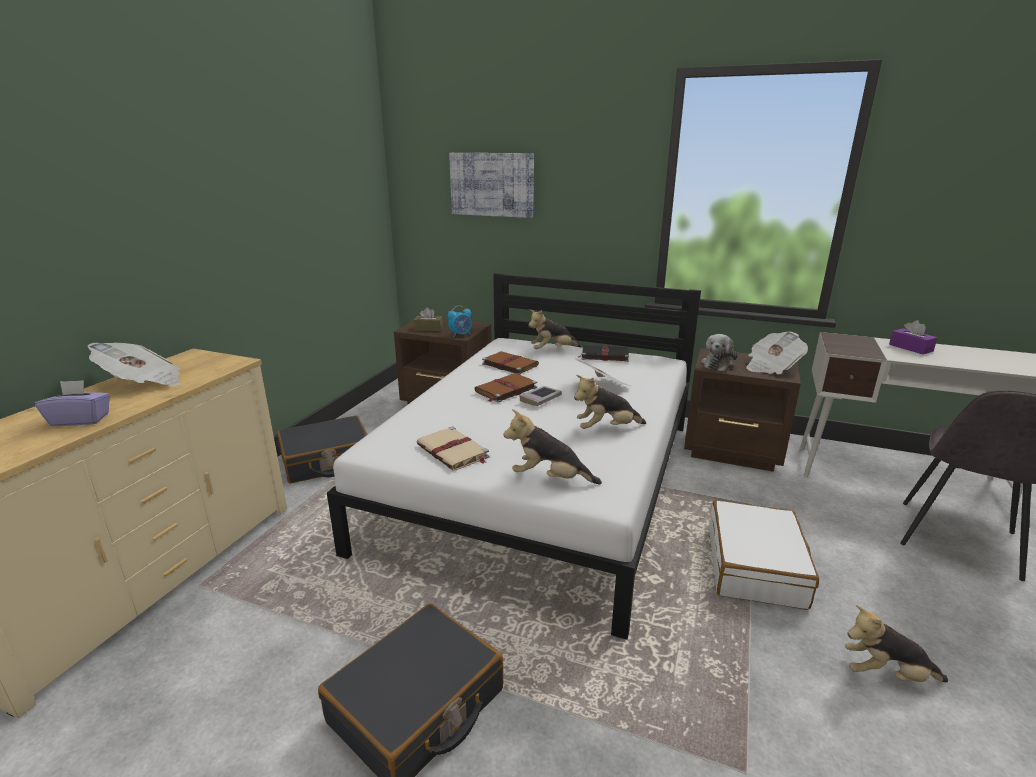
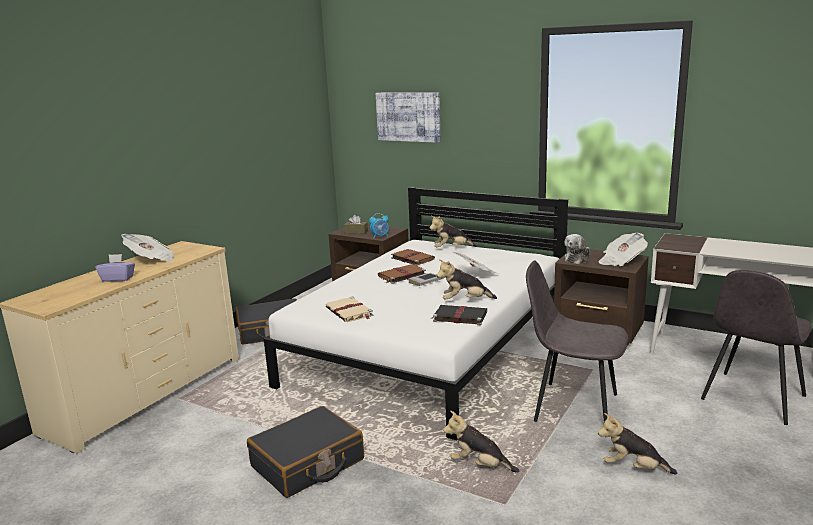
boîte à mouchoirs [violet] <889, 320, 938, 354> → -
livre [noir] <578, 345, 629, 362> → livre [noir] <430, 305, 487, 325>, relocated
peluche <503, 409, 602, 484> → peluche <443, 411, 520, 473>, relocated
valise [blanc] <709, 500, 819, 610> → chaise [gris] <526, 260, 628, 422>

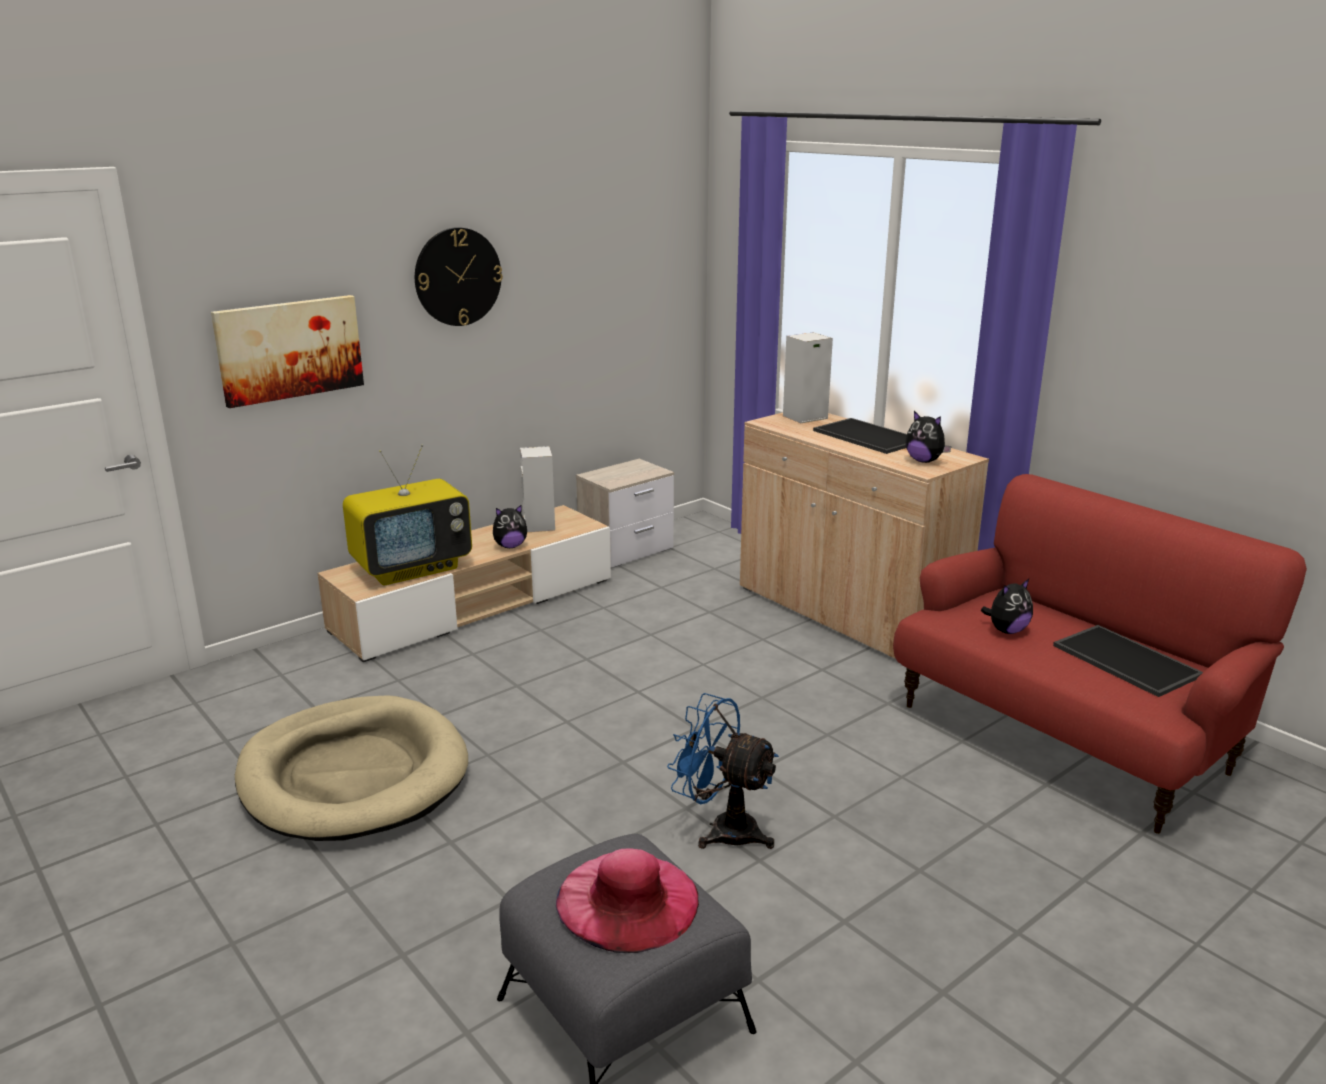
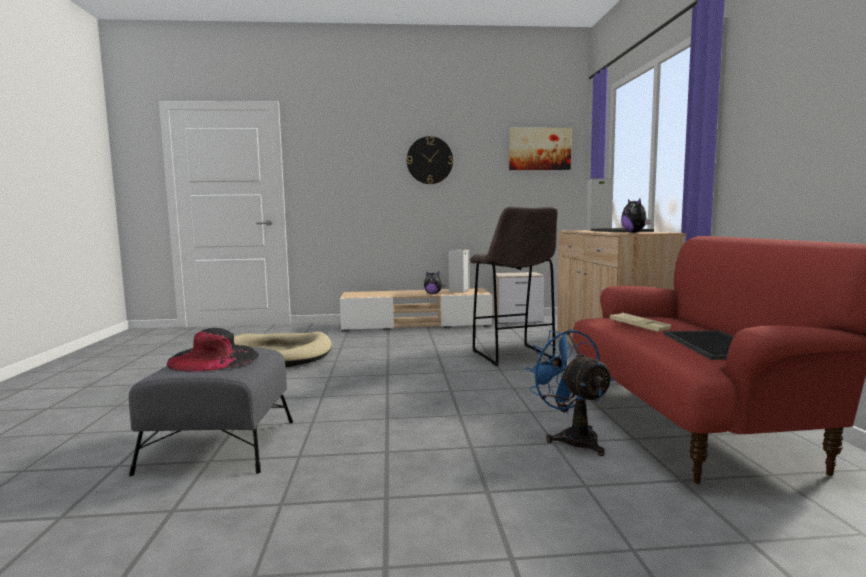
tableau <211, 295, 364, 408> → tableau <509, 128, 571, 170>, relocated
téléviseur <343, 444, 472, 586> → -
peluche <981, 579, 1033, 634> → plateau [beige] <610, 312, 671, 332>
ventilateur [bleu] <667, 693, 779, 849> → ventilateur [bleu] <525, 329, 614, 456>, relocated
chapeau [rose] <556, 848, 699, 953> → chapeau [noir] <167, 328, 259, 372>
- → tabouret [gris] <470, 206, 558, 366>

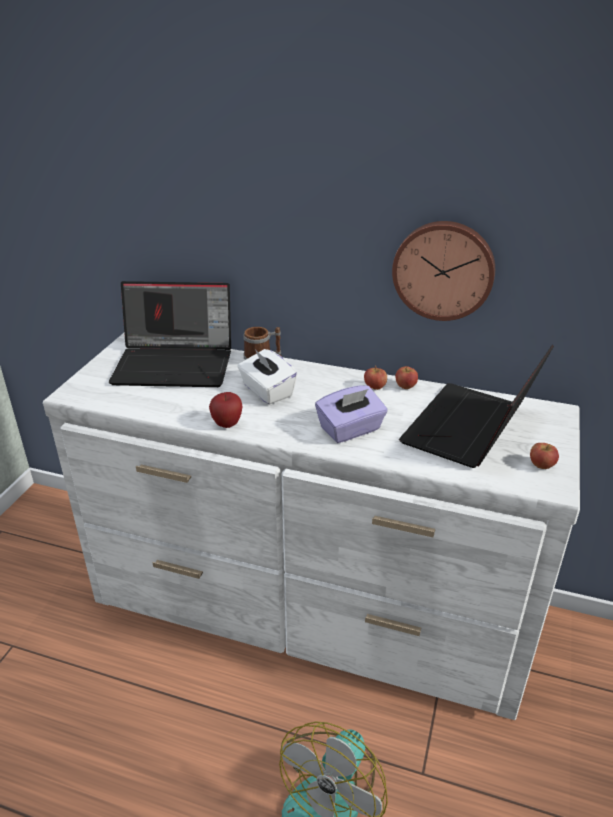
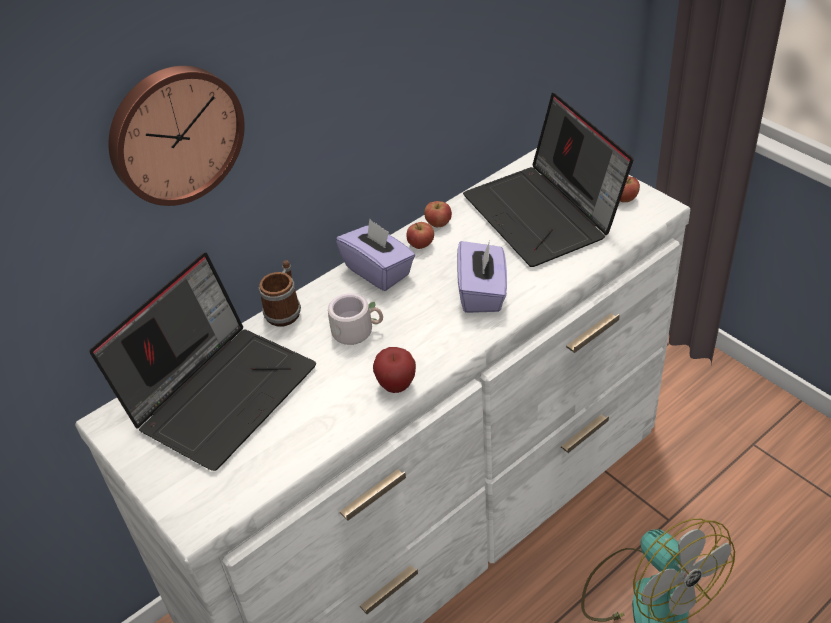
horloge murale <392, 221, 495, 321> → horloge murale <108, 66, 245, 206>, relocated
boîte à mouchoirs [blanc] <237, 349, 297, 405> → mug [gris] <328, 293, 383, 345>
- → boîte à mouchoirs [violet] <336, 218, 415, 291>

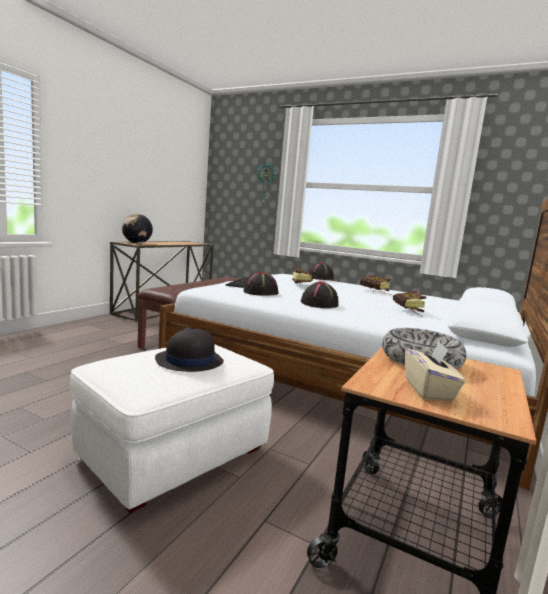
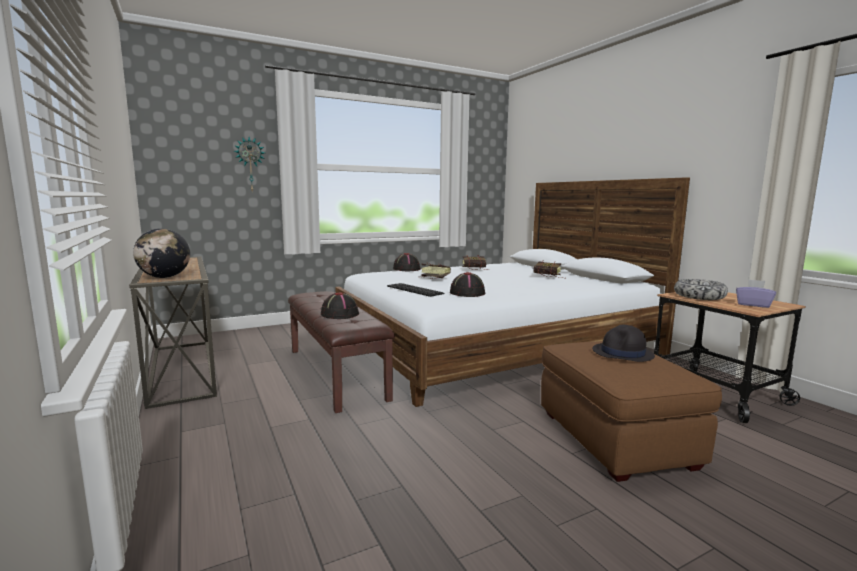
chapeau [noir] <301, 281, 339, 308> → chapeau [noir] <321, 292, 359, 319>, relocated
boîte à mouchoirs [beige] <405, 342, 466, 401> → boîte à mouchoirs [violet] <736, 279, 776, 308>
pouf [blanc] <70, 344, 274, 513> → pouf [marron] <541, 341, 722, 482>

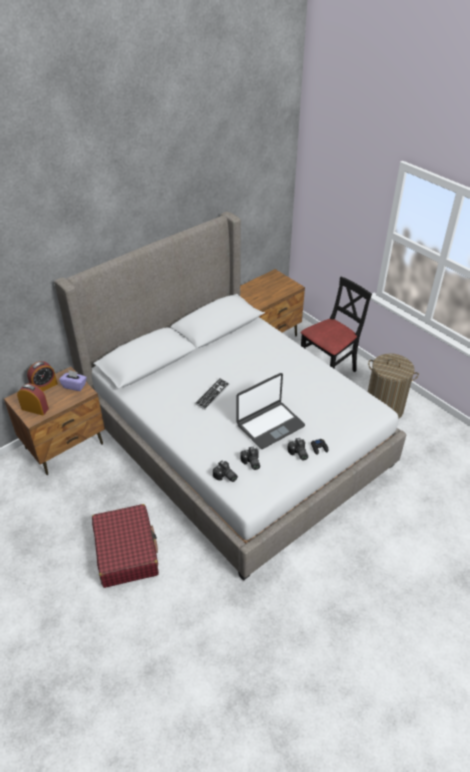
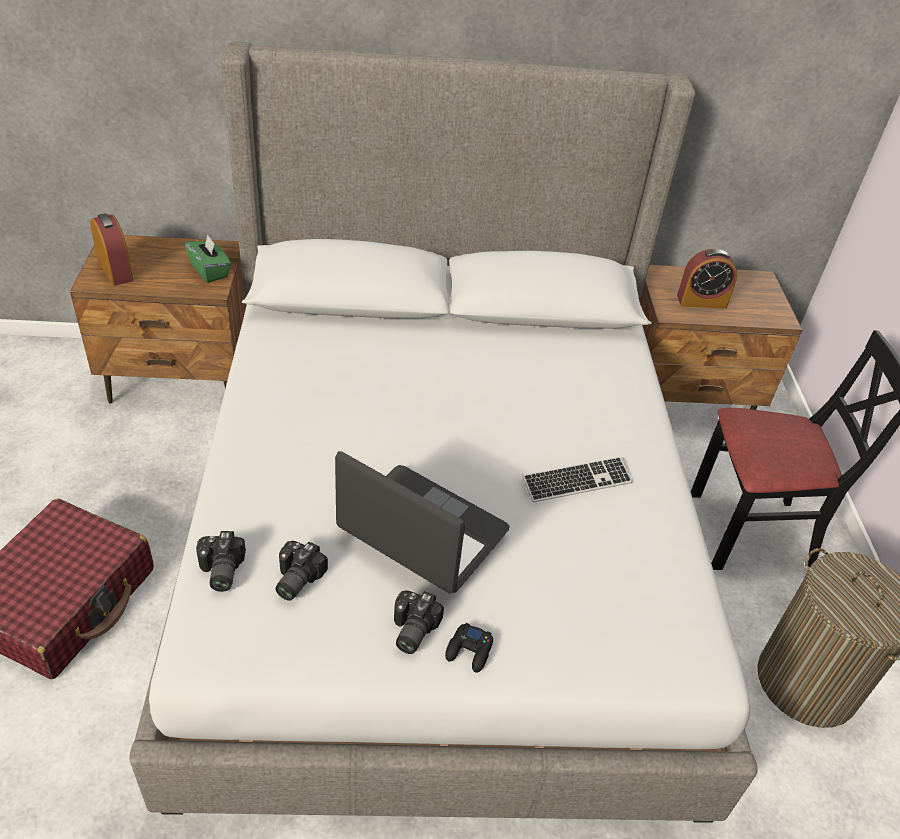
réveil <27, 361, 58, 391> → réveil <677, 249, 737, 309>, relocated
boîte à mouchoirs [violet] <59, 370, 87, 391> → boîte à mouchoirs [vert] <185, 234, 231, 283>
ordinateur portable <236, 373, 305, 449> → ordinateur portable <335, 451, 510, 594>, 150 degrees counterclockwise
clavier <195, 378, 230, 410> → clavier <522, 456, 633, 503>, relocated

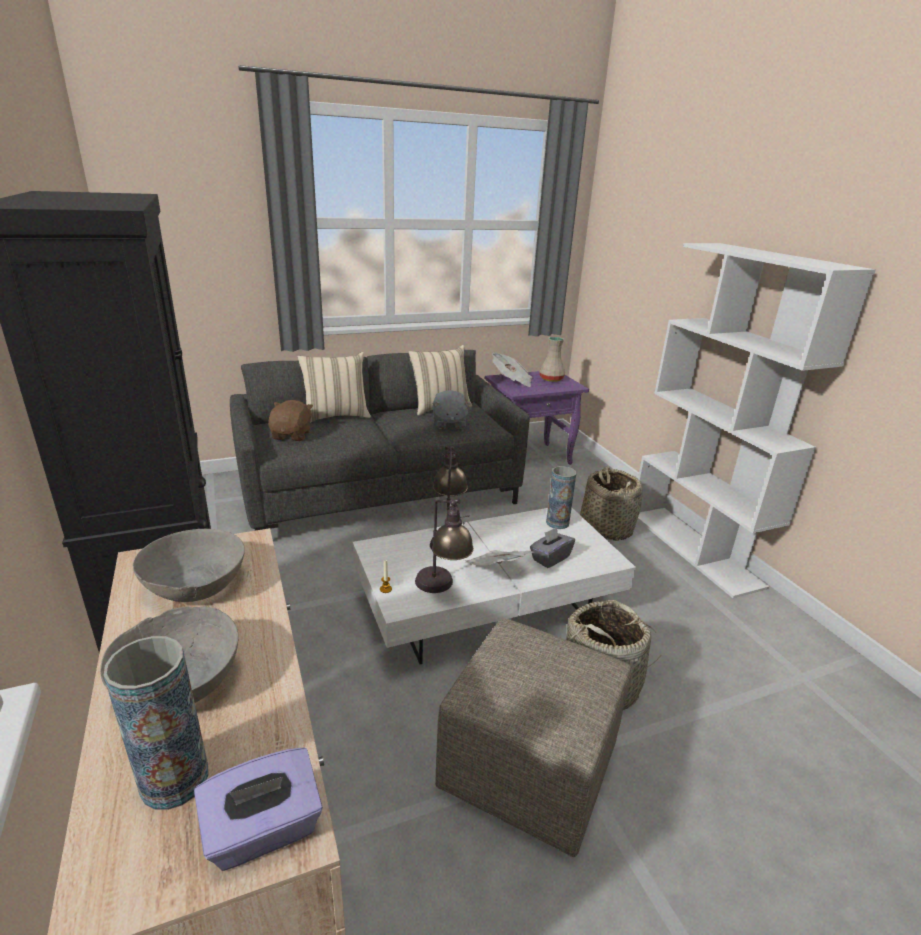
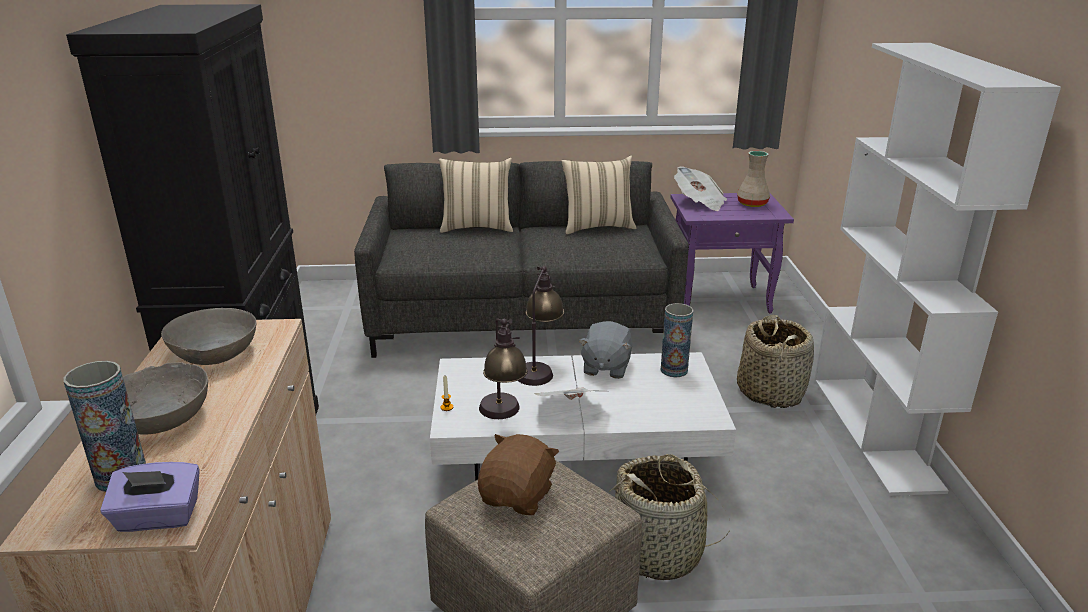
peluche [gris] <433, 390, 470, 429> → peluche [gris] <579, 321, 632, 379>, relocated
peluche [marron] <268, 400, 313, 441> → peluche [marron] <478, 434, 559, 515>, relocated
boîte à mouchoirs [gris] <530, 527, 575, 568> → -

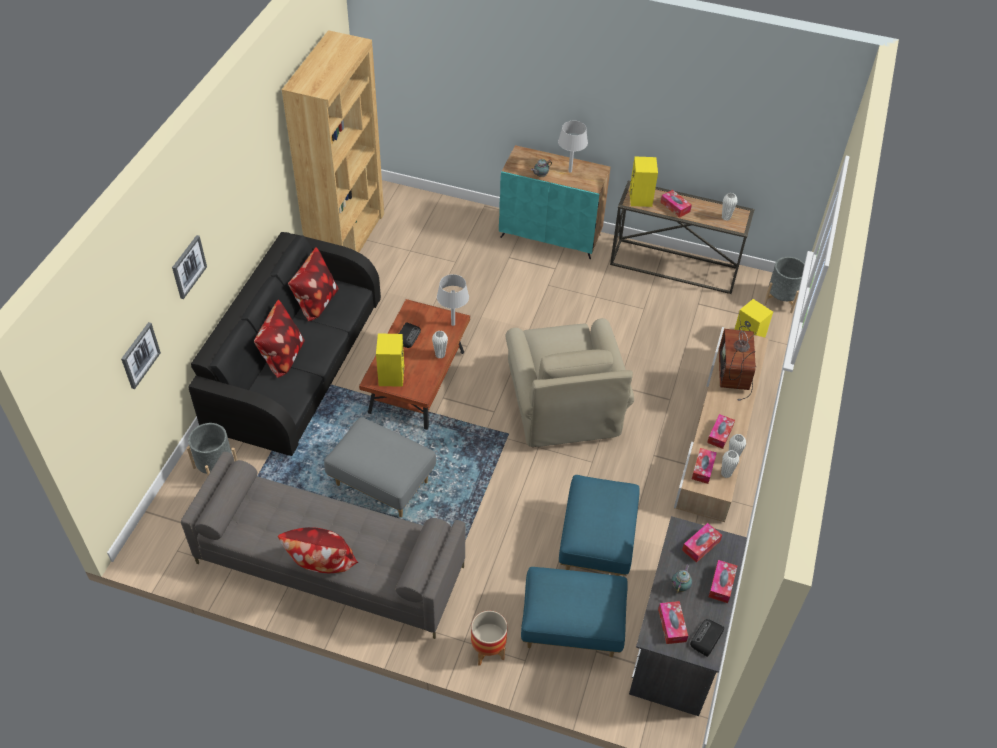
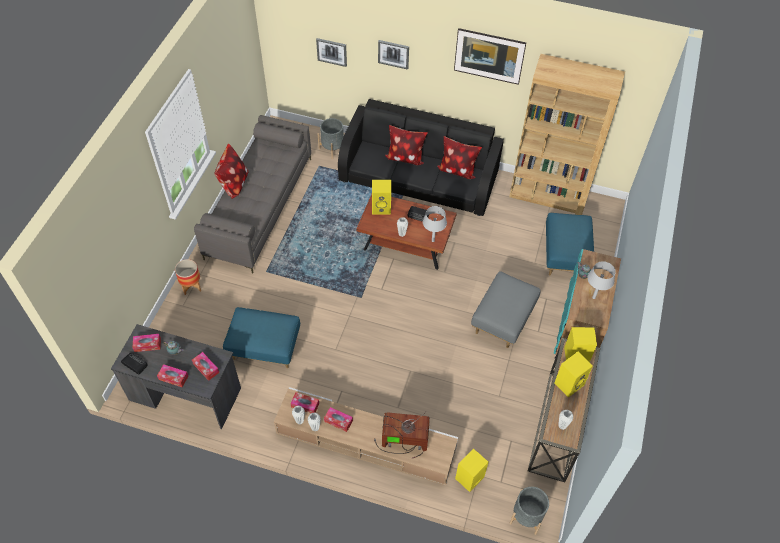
boîte à mouchoirs <660, 190, 692, 218> → enceinte [jaune] <554, 352, 593, 397>
fauteuil [beige] <506, 318, 634, 447> → -
pouf [gris] <324, 417, 436, 517> → pouf [gris] <471, 271, 541, 348>, relocated
pouf [bleu] <521, 567, 628, 657> → pouf [bleu] <546, 213, 594, 276>, relocated
- → tableau <454, 28, 526, 85>

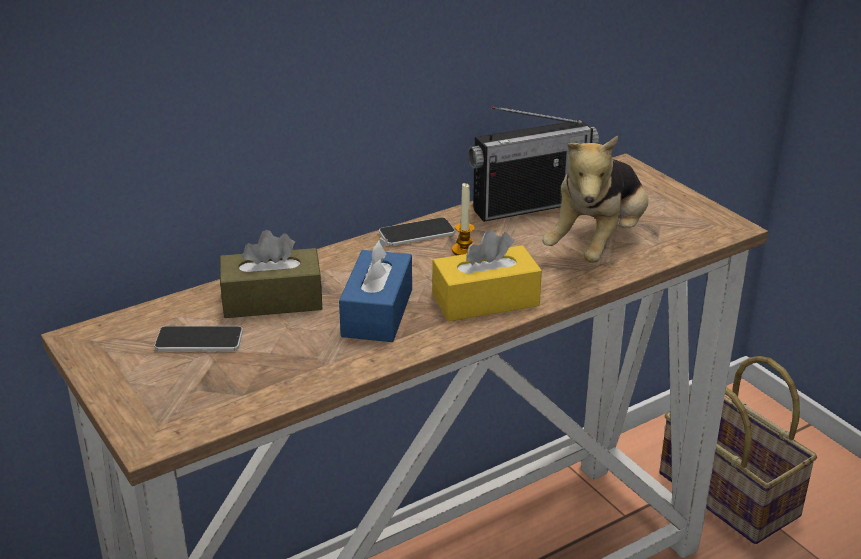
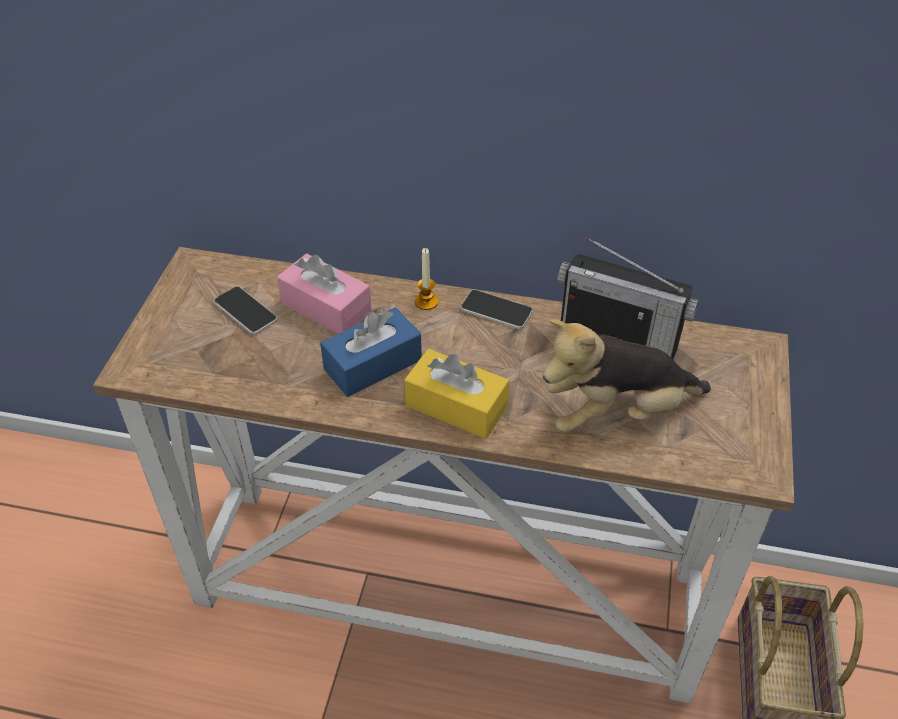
bougie <452, 183, 475, 255> → bougie <415, 248, 438, 310>, relocated
boîte à mouchoirs [marron] <220, 230, 322, 318> → boîte à mouchoirs [rose] <277, 253, 372, 334>

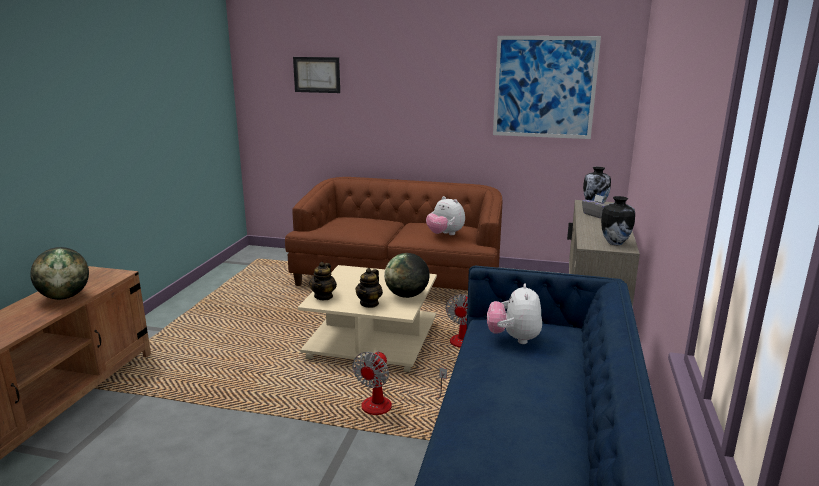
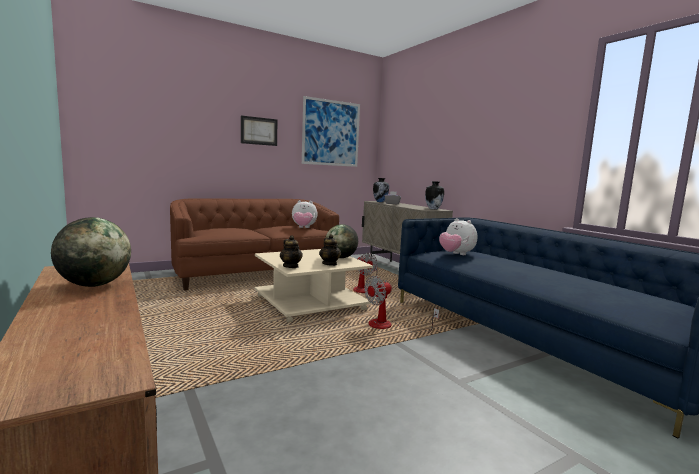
tableau <293, 57, 340, 93> → tableau <241, 116, 277, 146>, relocated
ventilateur <352, 351, 447, 415> → ventilateur <364, 276, 439, 333>, 75 degrees clockwise

